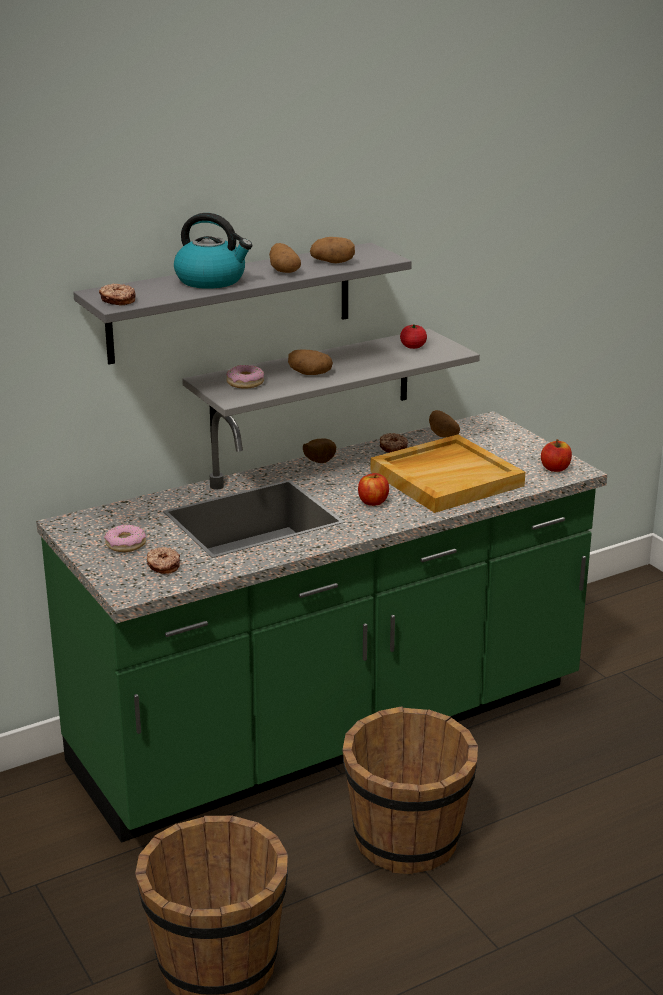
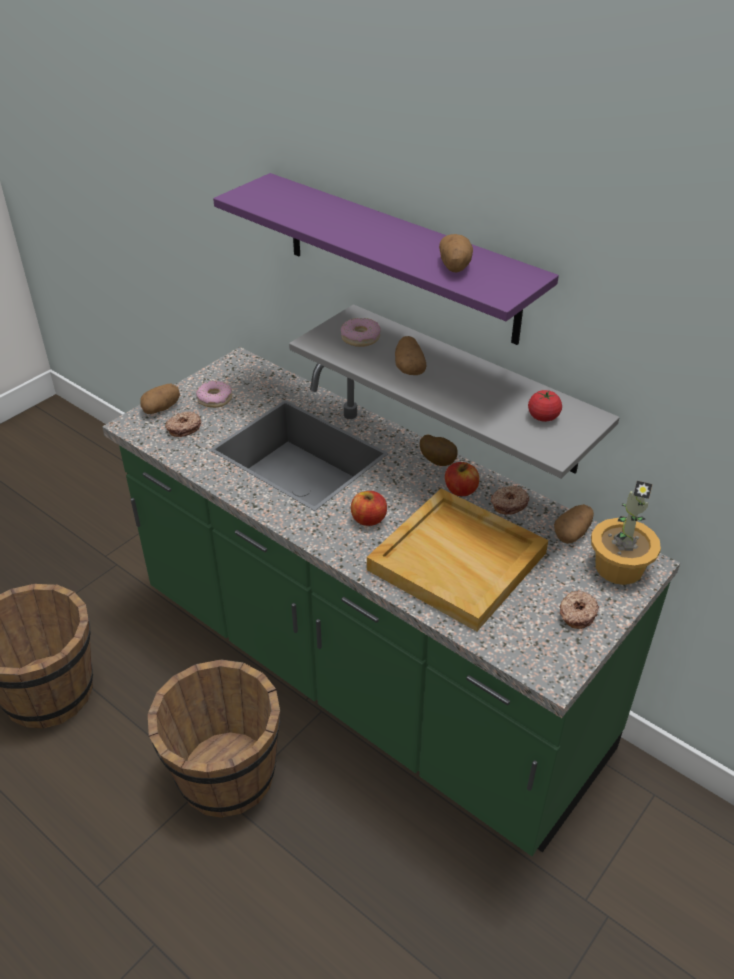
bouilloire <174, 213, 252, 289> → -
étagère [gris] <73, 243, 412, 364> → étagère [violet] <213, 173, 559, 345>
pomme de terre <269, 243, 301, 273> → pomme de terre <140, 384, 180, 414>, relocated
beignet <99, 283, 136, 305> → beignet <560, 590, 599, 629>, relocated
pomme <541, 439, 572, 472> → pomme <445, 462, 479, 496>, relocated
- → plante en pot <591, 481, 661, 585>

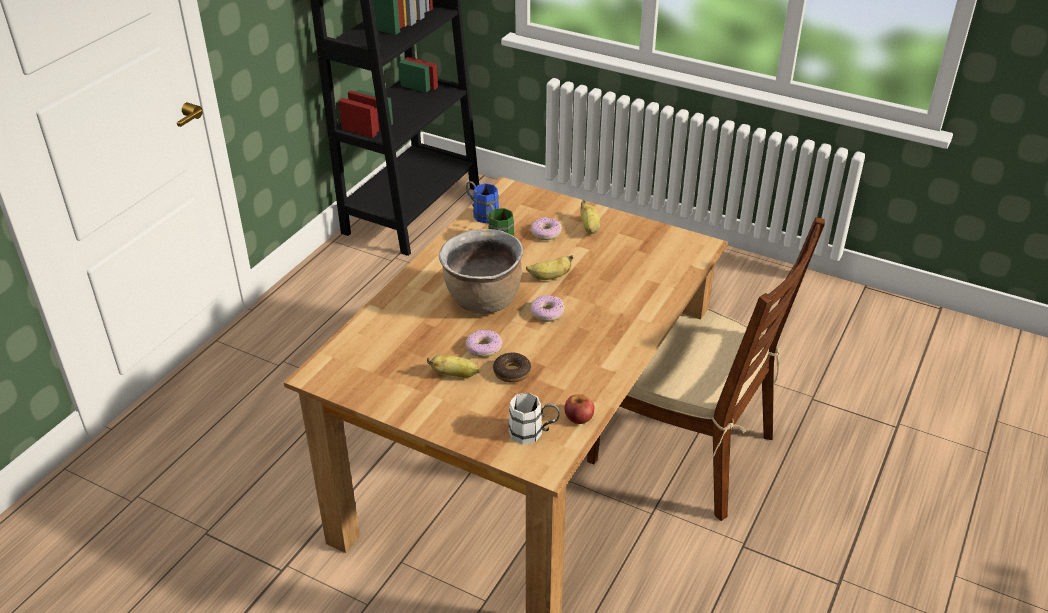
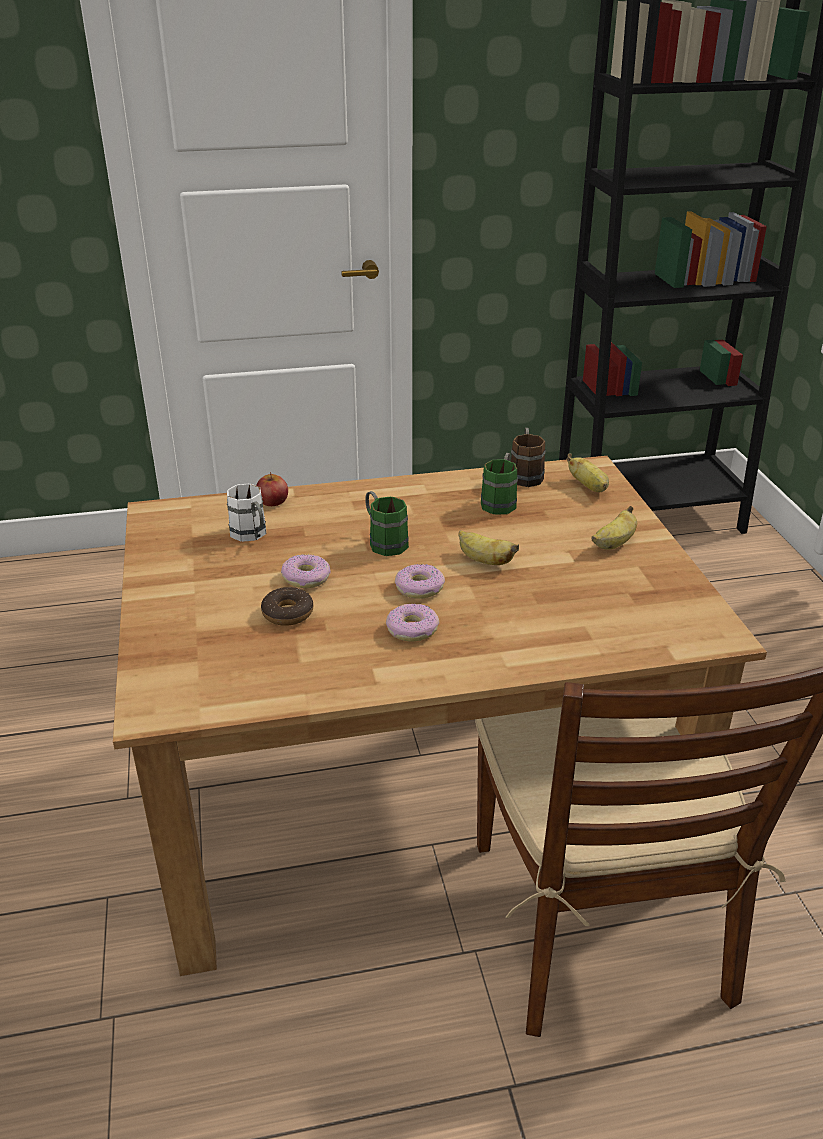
mug [bleu] <466, 181, 499, 223> → mug [marron] <511, 428, 546, 487>
beignet <531, 217, 562, 240> → beignet <386, 604, 439, 641>, relocated
marmite [marron] <439, 229, 524, 313> → mug [vert] <365, 491, 409, 556>
banane <427, 355, 481, 378> → banane <567, 453, 609, 492>, relocated
mug [blanc] <509, 393, 560, 444> → mug [blanc] <227, 484, 266, 542>, relocated
pomme <565, 394, 594, 424> → pomme <256, 472, 288, 506>, relocated

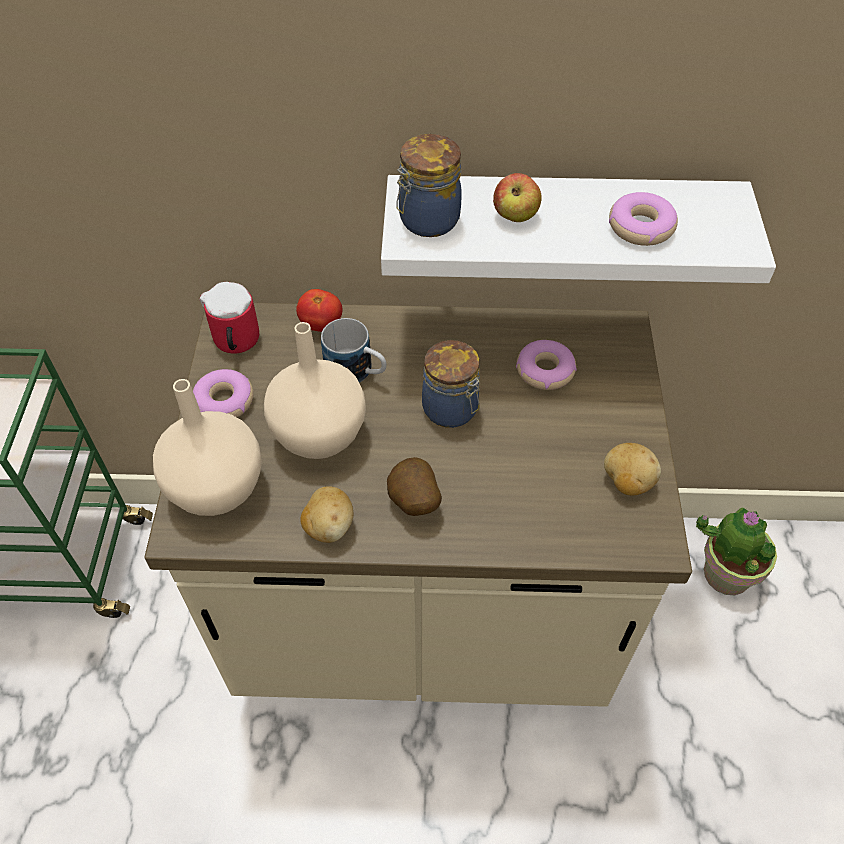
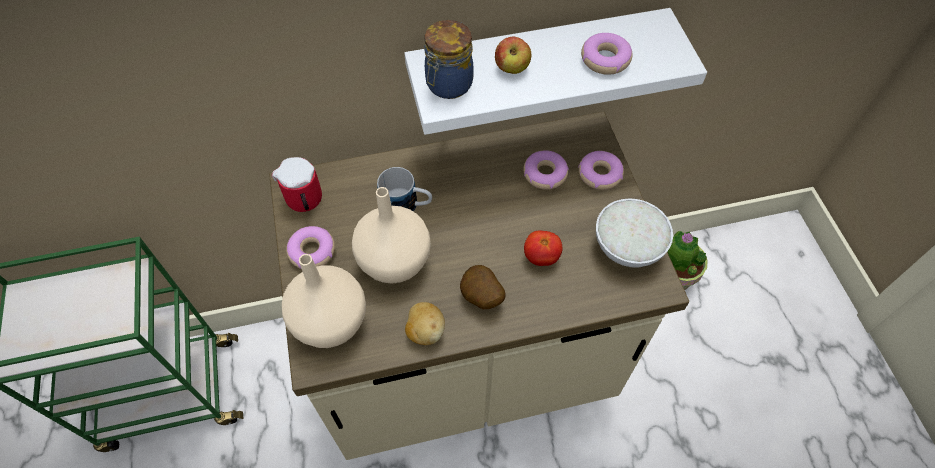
tomate <296, 289, 343, 332> → tomate <524, 230, 562, 266>, relocated
bocal <422, 340, 480, 428> → -
pomme de terre <604, 443, 661, 496> → bol [blanc] <596, 199, 673, 268>
- → beignet <578, 151, 624, 190>

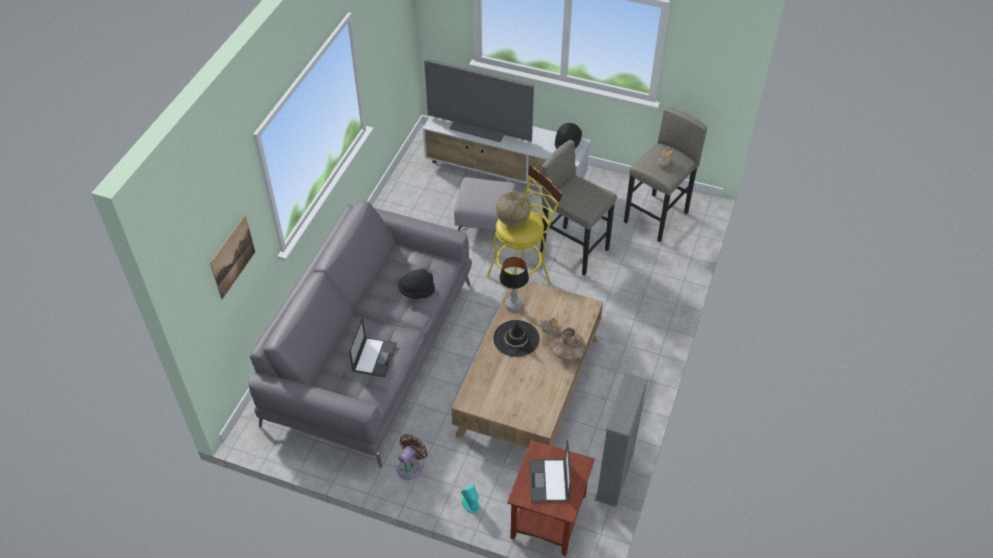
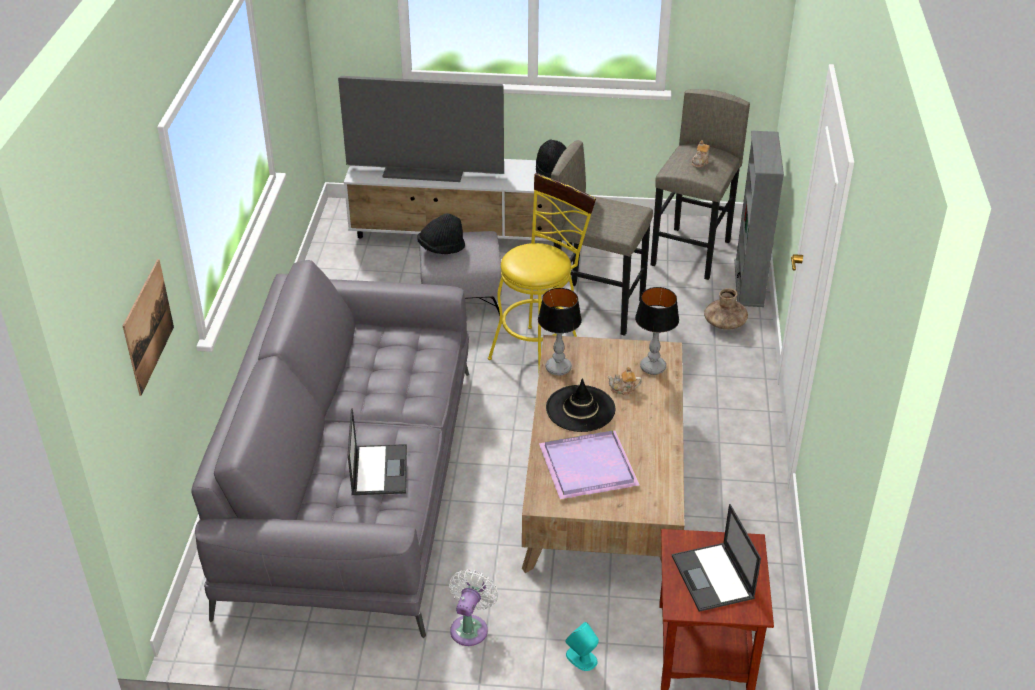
globe <496, 191, 531, 226> → -
chapeau [noir] <398, 269, 435, 299> → chapeau [noir] <417, 213, 465, 254>, relocated
vase [marron] <551, 327, 586, 360> → vase [marron] <704, 288, 748, 330>, relocated
bibliothèque [gris] <595, 373, 648, 507> → bibliothèque [gris] <734, 131, 784, 307>, relocated
ventilateur [marron] <397, 434, 428, 480> → ventilateur [blanc] <449, 569, 498, 646>
- → lampe de table <635, 287, 679, 375>
- → plateau [violet] <539, 430, 640, 500>

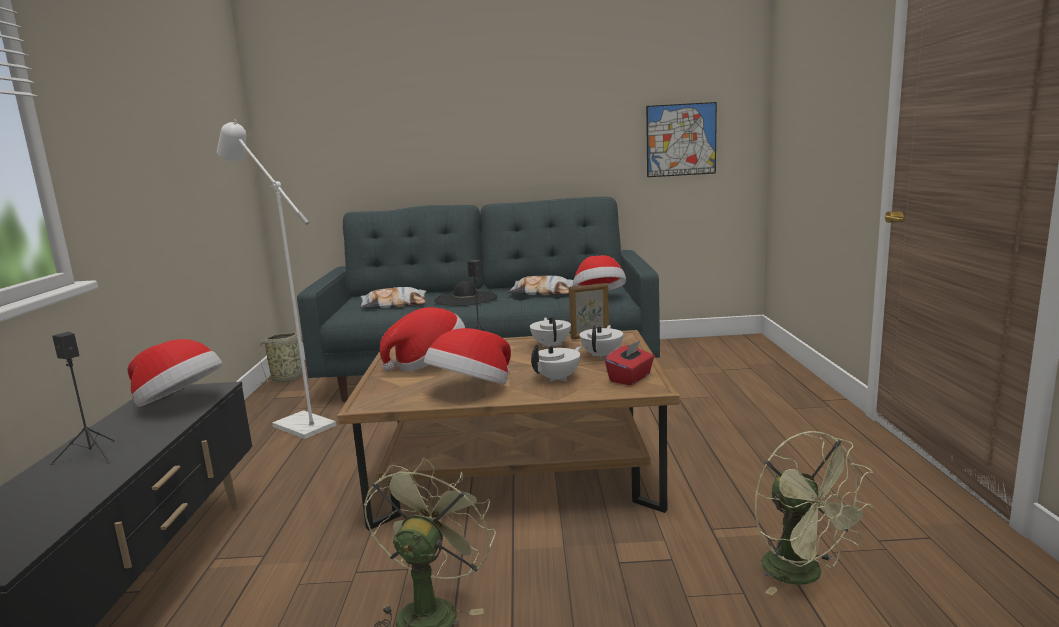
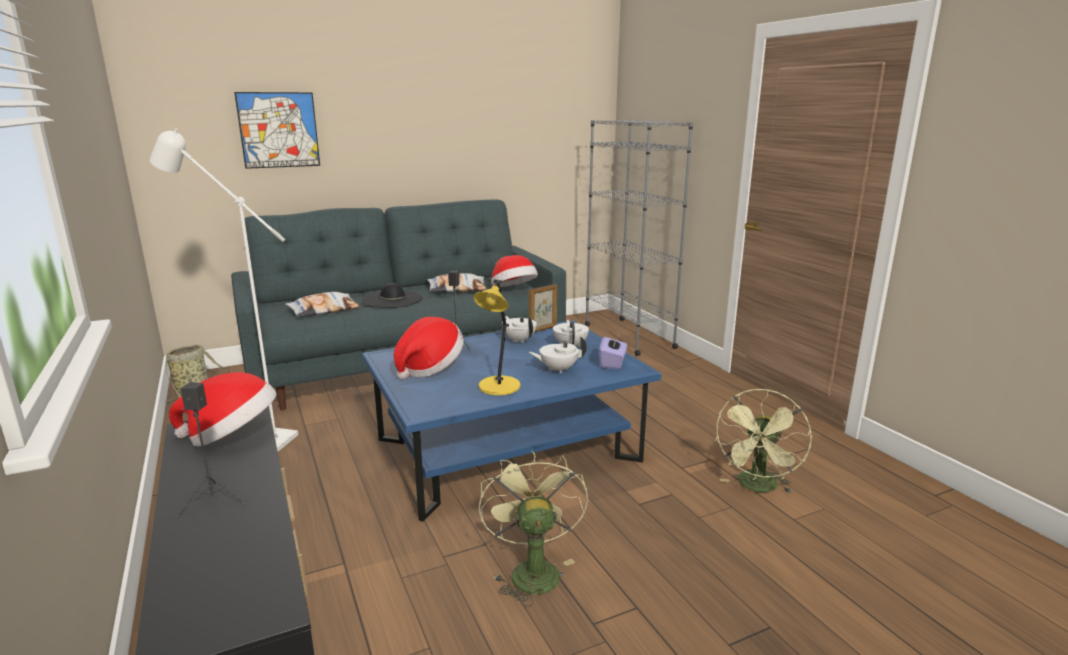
tableau <646, 102, 717, 177> → tableau <234, 92, 320, 169>, relocated
chapeau <424, 328, 511, 384> → lampe de table [jaune] <473, 280, 520, 395>
table basse [marron] <337, 330, 680, 530> → table basse [bleu] <362, 321, 662, 522>
boîte à mouchoirs [rouge] <605, 340, 655, 385> → boîte à mouchoirs [violet] <599, 334, 627, 369>
théière [blanc] <531, 344, 582, 382> → théière [blanc] <529, 336, 587, 373>, 120 degrees counterclockwise
ventilateur [vert] <755, 431, 875, 595> → ventilateur [vert] <714, 389, 812, 494>, 75 degrees clockwise
- → bibliothèque [gris] <585, 119, 693, 356>

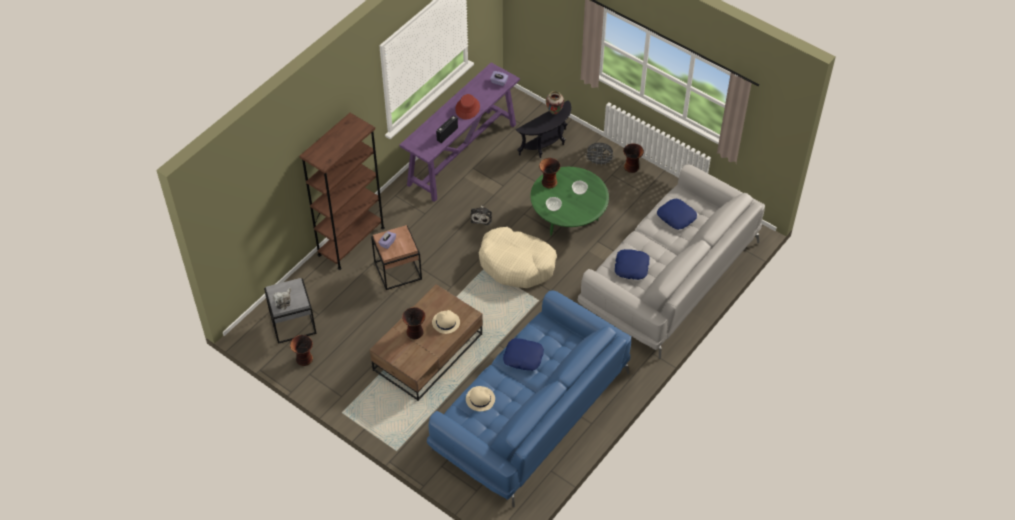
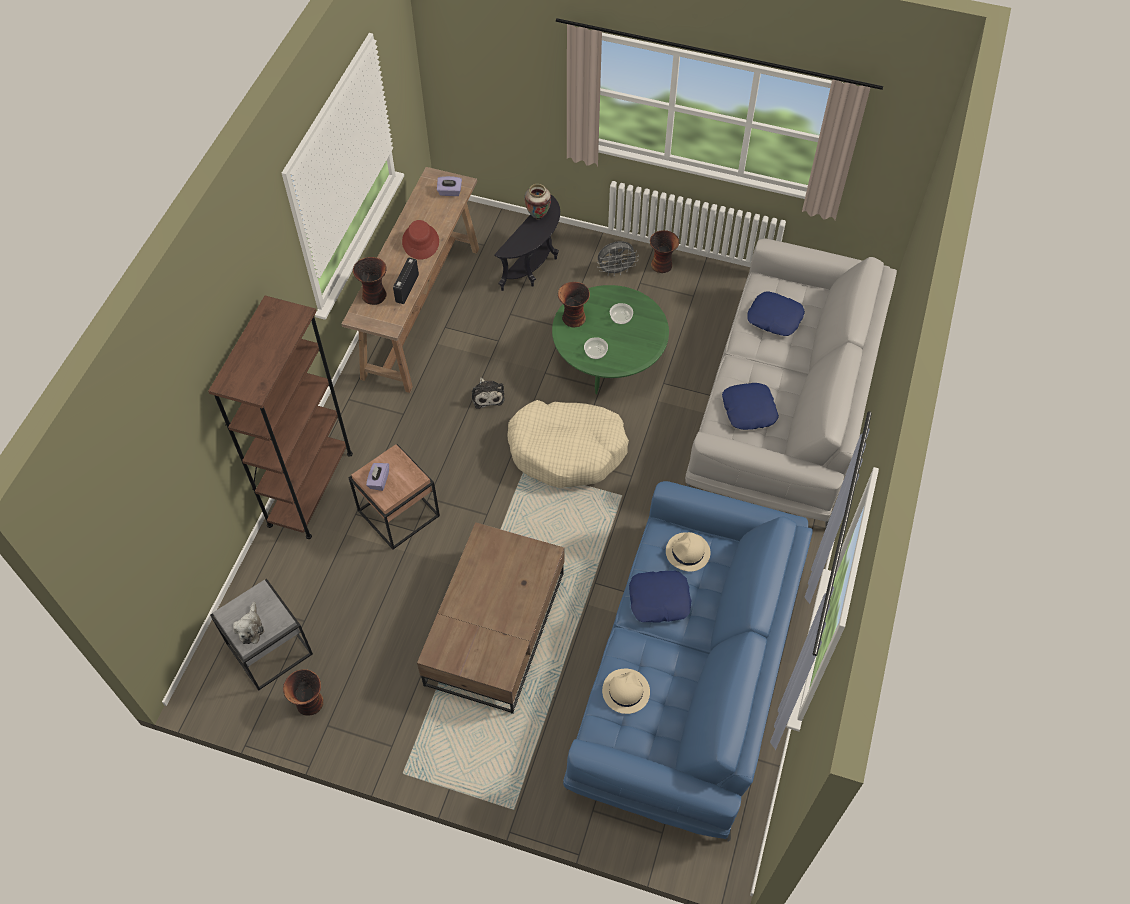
table console [violet] <400, 63, 520, 202> → table console [marron] <342, 167, 479, 393>
vase <402, 307, 426, 339> → vase <353, 257, 387, 305>, relocated
chapeau [beige] <432, 310, 460, 334> → chapeau [beige] <666, 532, 710, 572>, relocated

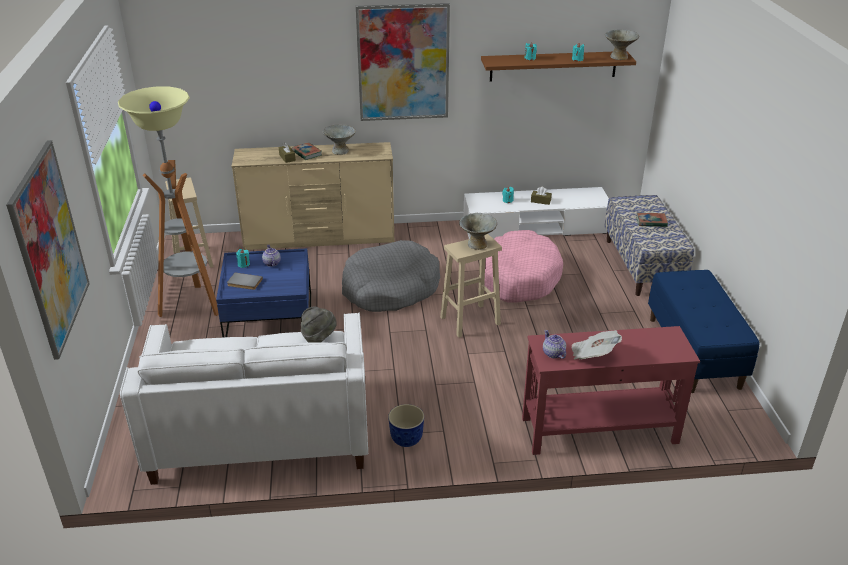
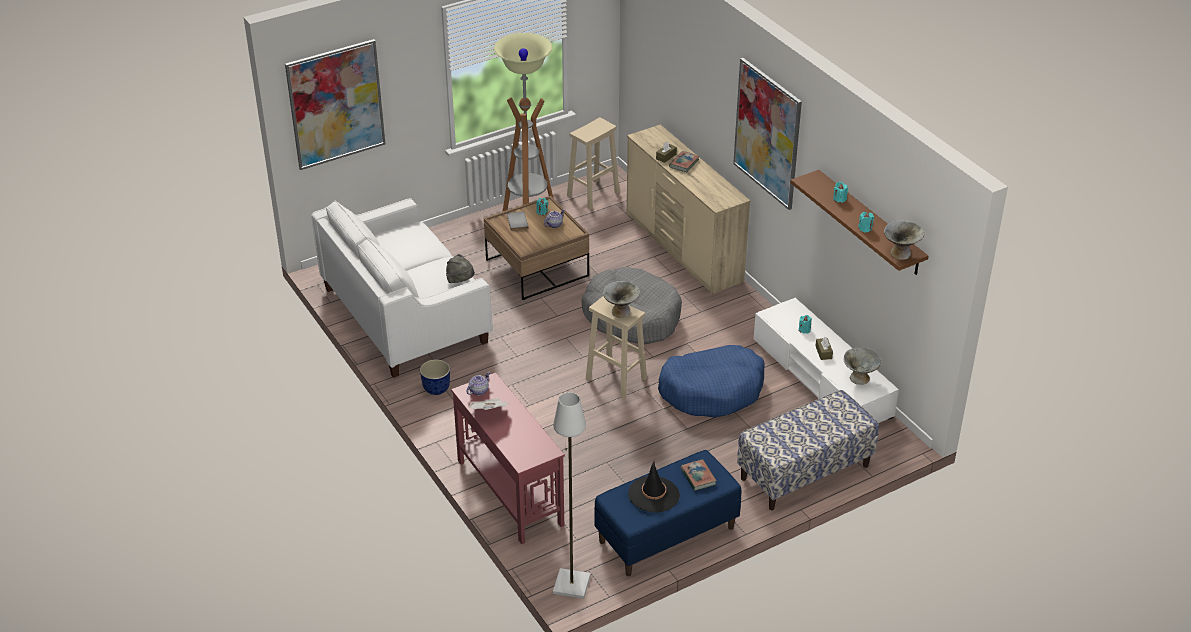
bol [gris] <323, 125, 356, 155> → bol [gris] <844, 347, 881, 385>, relocated
livre <636, 213, 668, 227> → livre <681, 459, 717, 491>, relocated
panier pour chien [rose] <484, 230, 563, 303> → panier pour chien [bleu] <658, 345, 765, 418>
table basse [bleu] <216, 248, 311, 338> → table basse [marron] <484, 196, 589, 300>
- → lampadaire [gris] <553, 392, 591, 599>
- → chapeau [noir] <628, 460, 680, 513>

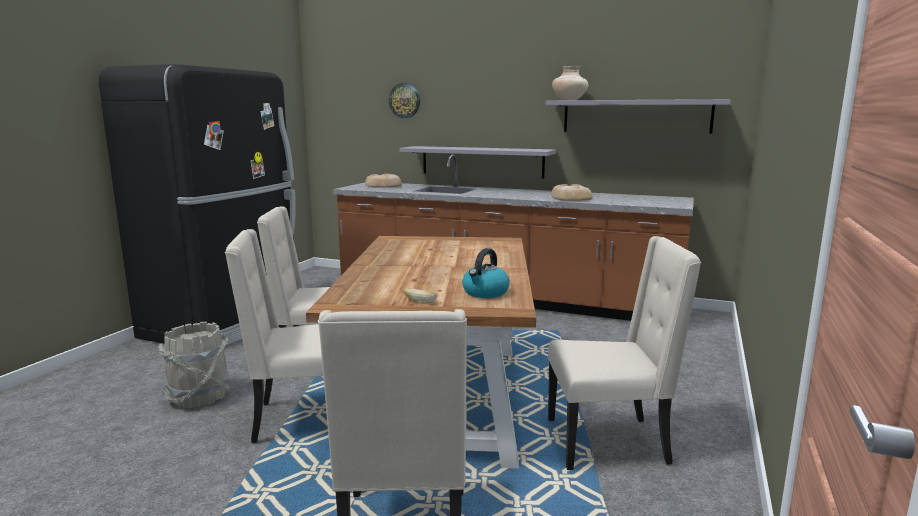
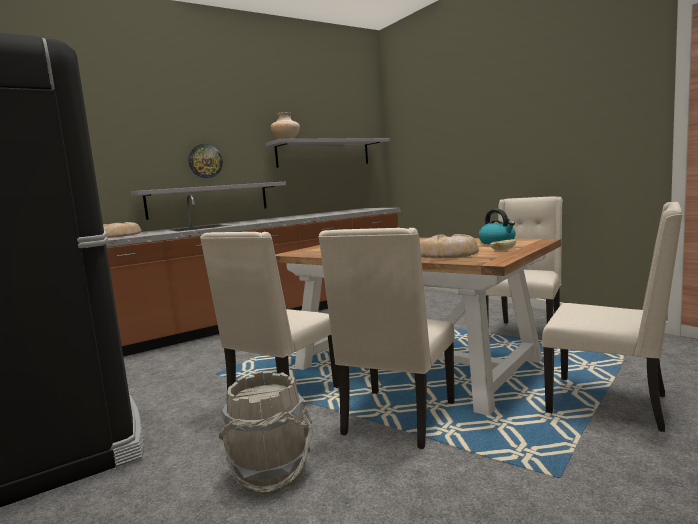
horloge murale <389, 83, 420, 118> → horloge murale <188, 144, 223, 178>, relocated
pain <551, 184, 593, 201> → pain <420, 234, 479, 258>, relocated

